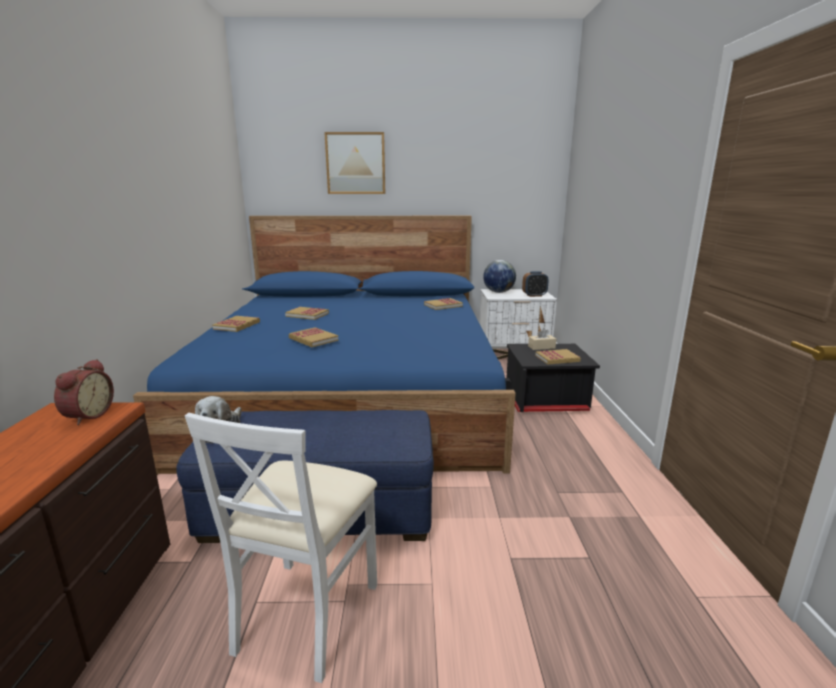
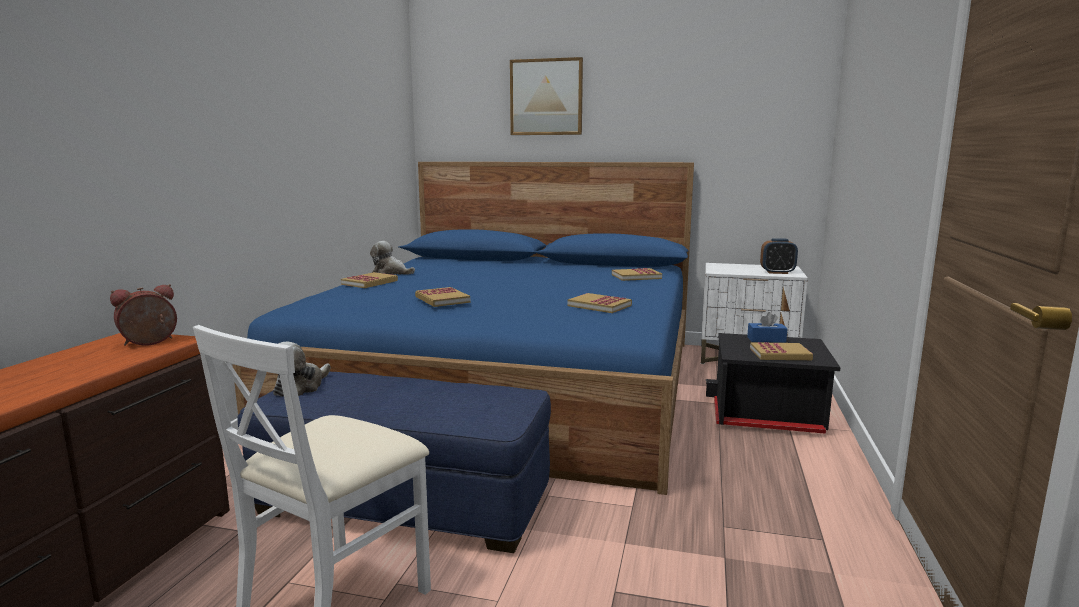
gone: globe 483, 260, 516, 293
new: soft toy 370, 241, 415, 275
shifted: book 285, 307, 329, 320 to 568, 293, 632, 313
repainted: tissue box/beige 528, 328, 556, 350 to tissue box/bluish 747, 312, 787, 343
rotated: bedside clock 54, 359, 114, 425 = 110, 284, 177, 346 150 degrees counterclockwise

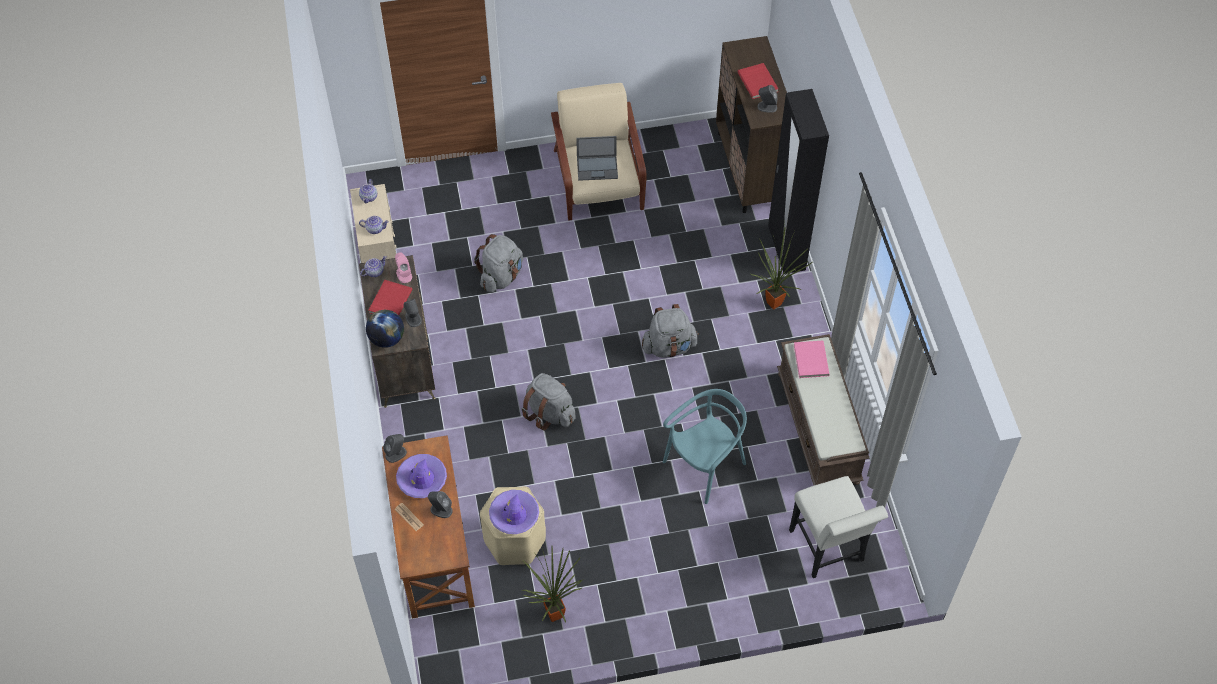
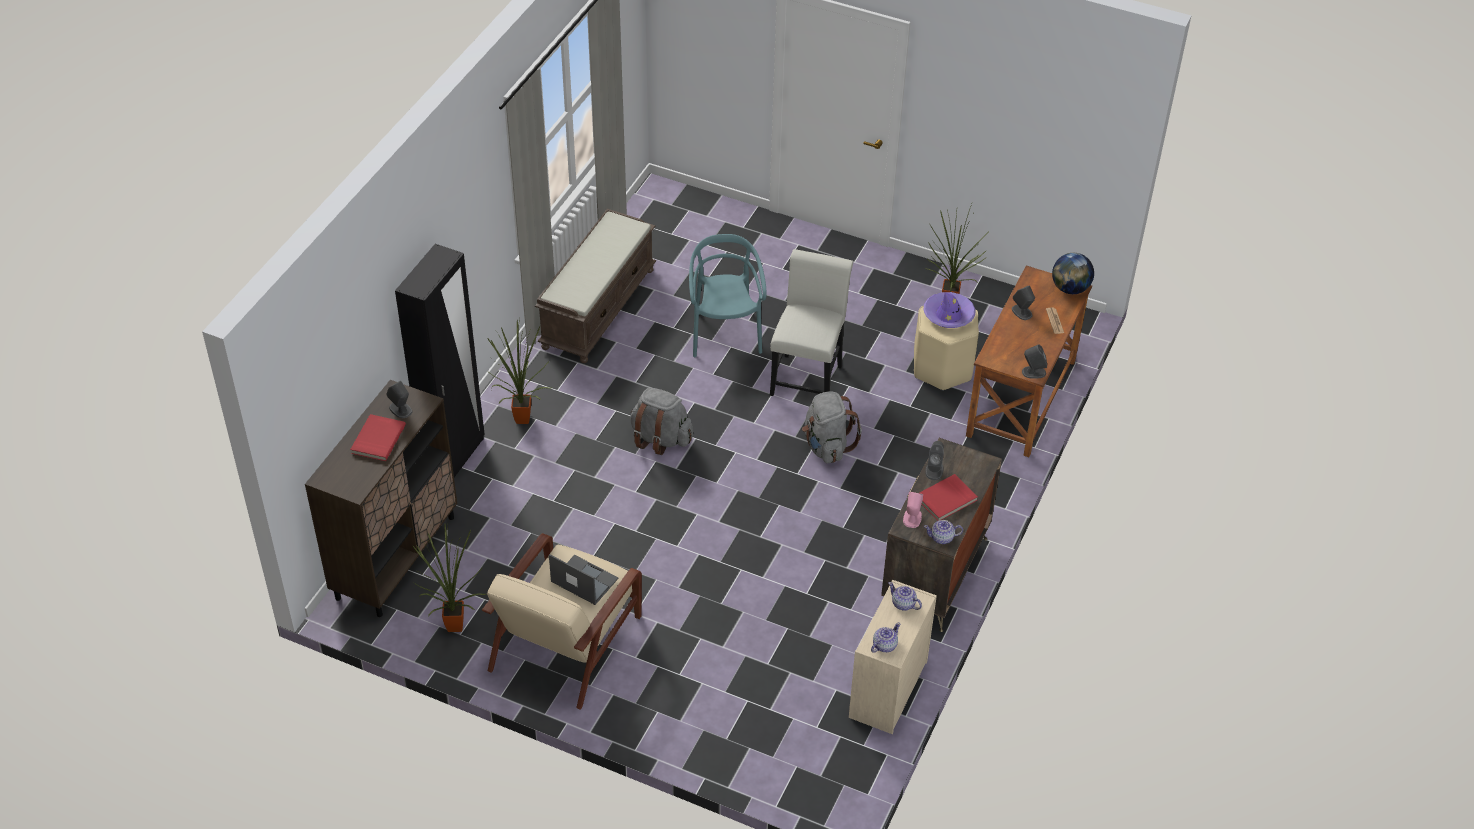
gone: clothing hat/purplish 396, 454, 447, 498; knapsack/gray 474, 234, 523, 293; book/pinkish 794, 341, 830, 378
new: potted plant 412, 524, 486, 632
shifted: plain chair/white 789, 476, 888, 578 to 770, 249, 853, 396; globe 366, 310, 404, 348 to 1052, 253, 1094, 294
rotated: plain chair/turquoise-coloured 663, 389, 747, 504 = 689, 234, 767, 357 90 degrees clockwise

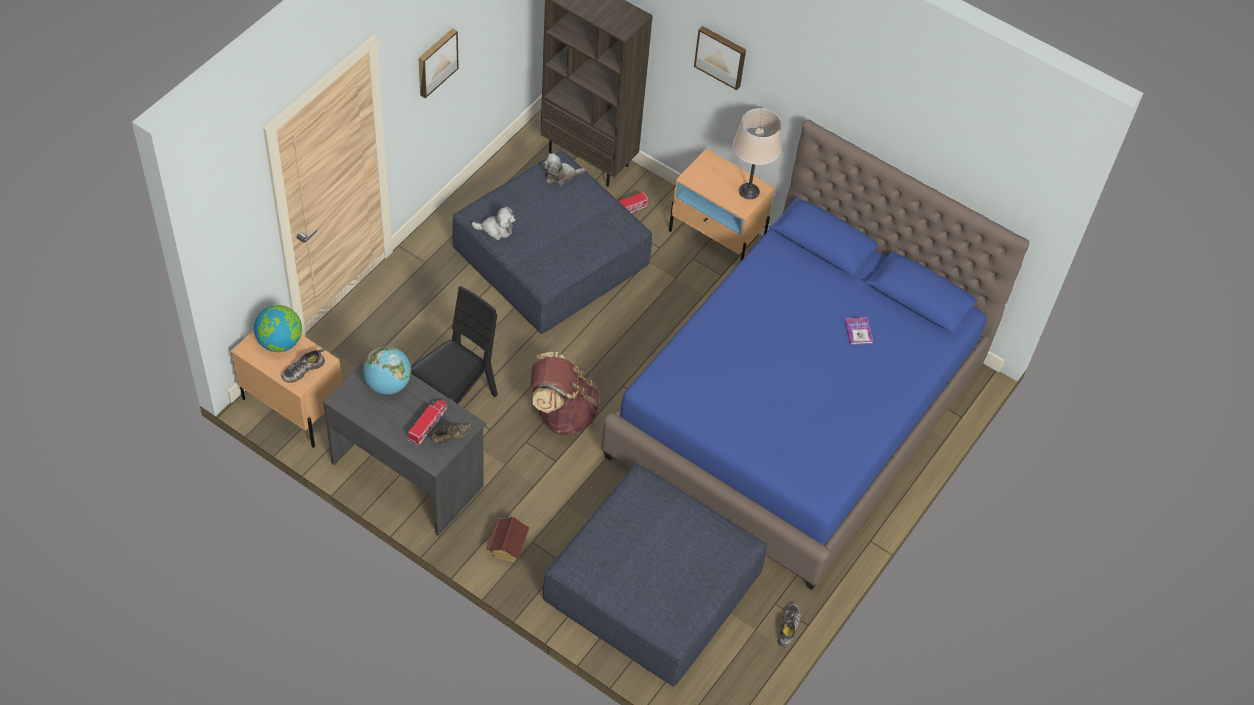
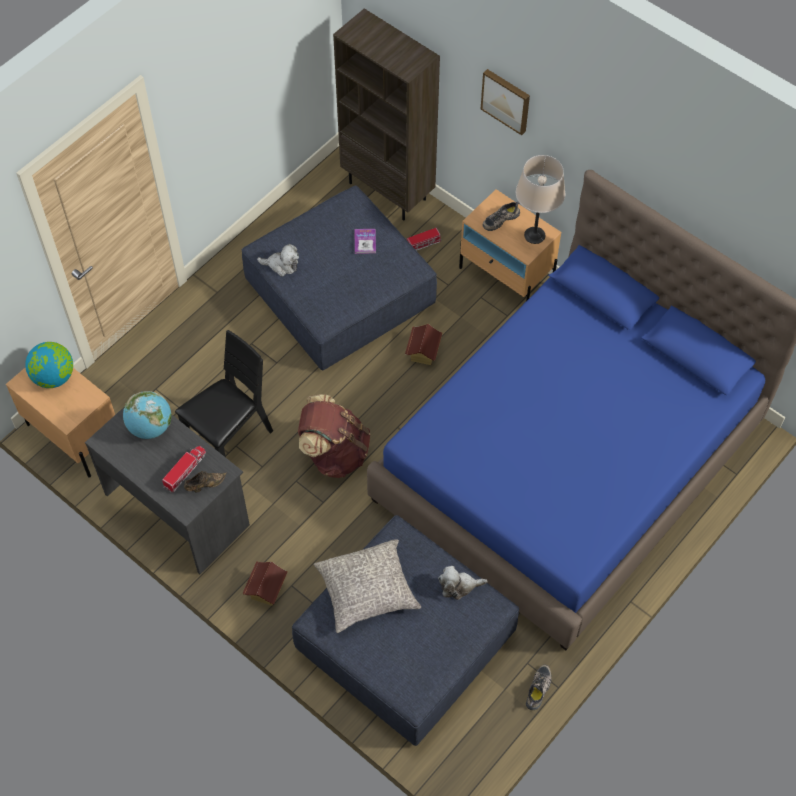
gone: picture 418, 28, 459, 98
new: throw pillow/gray 314, 539, 421, 633; miniature house 405, 324, 443, 365
shifted: book 845, 317, 873, 345 to 355, 229, 376, 254; soft toy 543, 154, 585, 185 to 438, 566, 488, 600; shoe 281, 349, 325, 383 to 483, 202, 520, 231

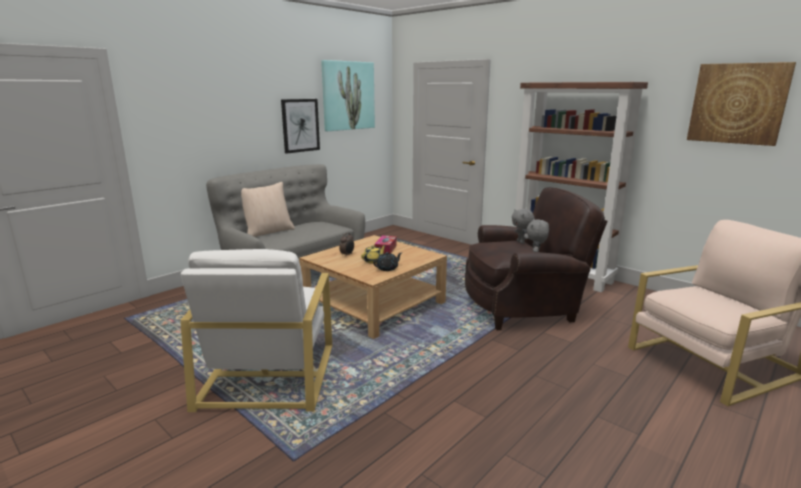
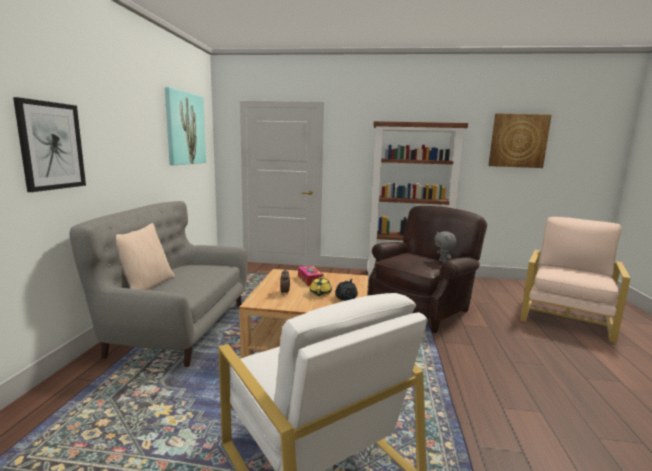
gone: soft toy/gray 512, 209, 535, 244
shifted: picture 281, 99, 320, 154 to 13, 97, 86, 192

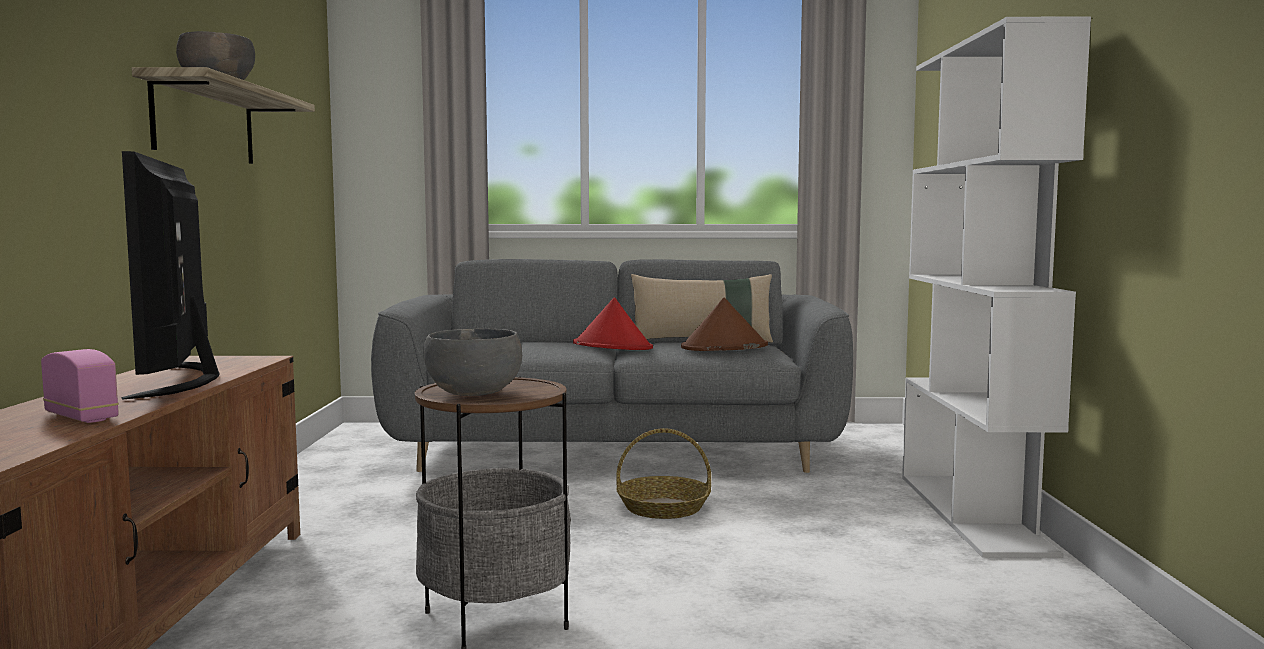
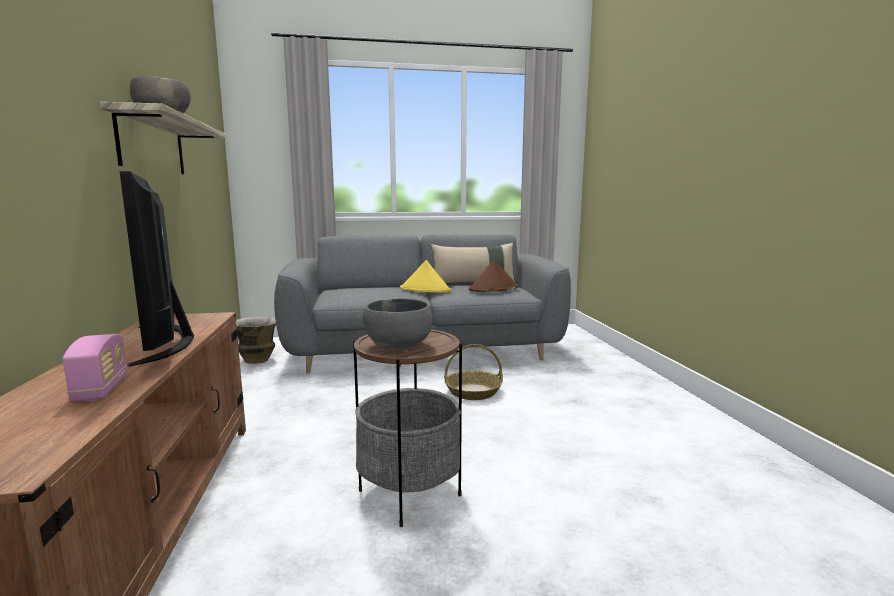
gone: shelving unit/white 902, 17, 1091, 558
new: flower vase 236, 317, 276, 364
repainted: clothing hat/red-coloured 573, 298, 653, 350 to clothing hat/yellowish 400, 260, 451, 293
rotated: radio set 41, 349, 119, 423 = 63, 334, 127, 402 45 degrees clockwise

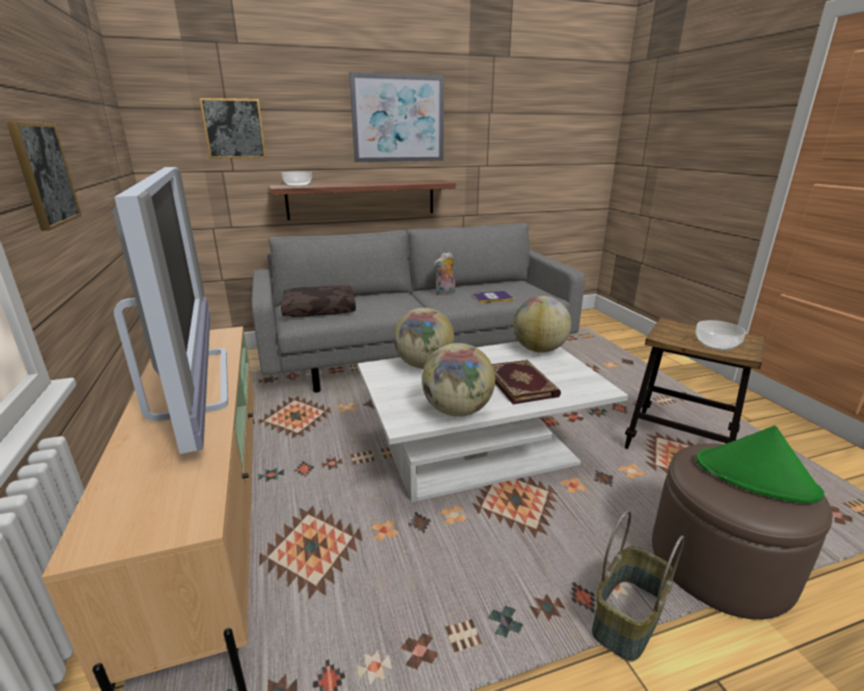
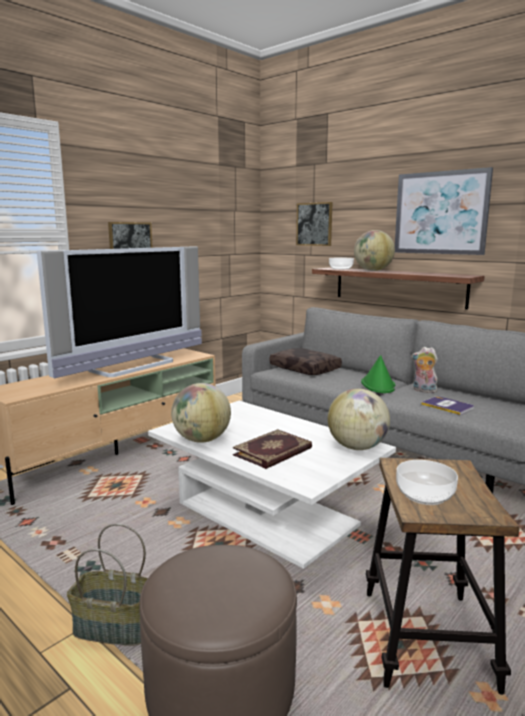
shifted: globe 394, 308, 455, 369 to 354, 230, 395, 271; clothing hat/greenish 696, 425, 825, 503 to 361, 355, 395, 393

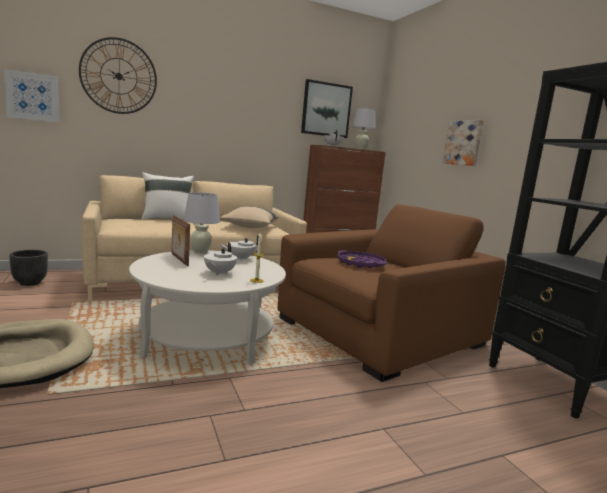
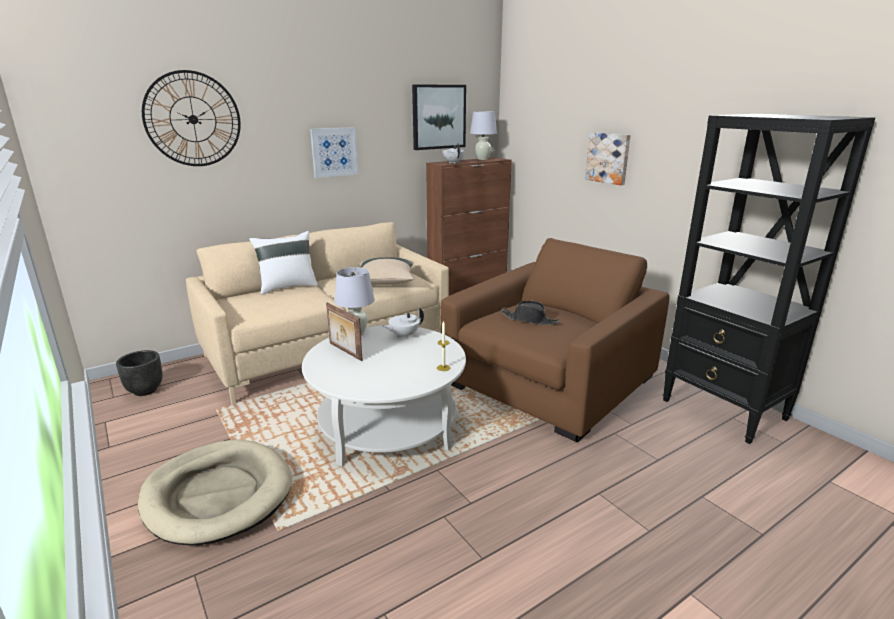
gone: teapot/white 204, 242, 237, 276
shifted: picture 4, 69, 59, 123 to 310, 127, 358, 178
swapped: carrying tray/purplish 337, 251, 388, 268 to clothing hat/blackish 501, 301, 560, 325

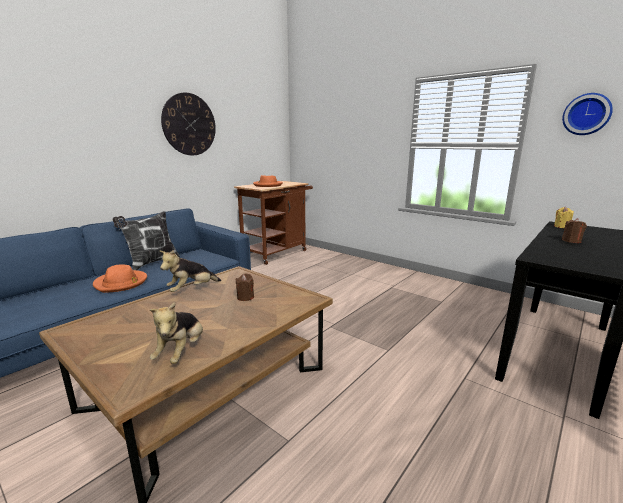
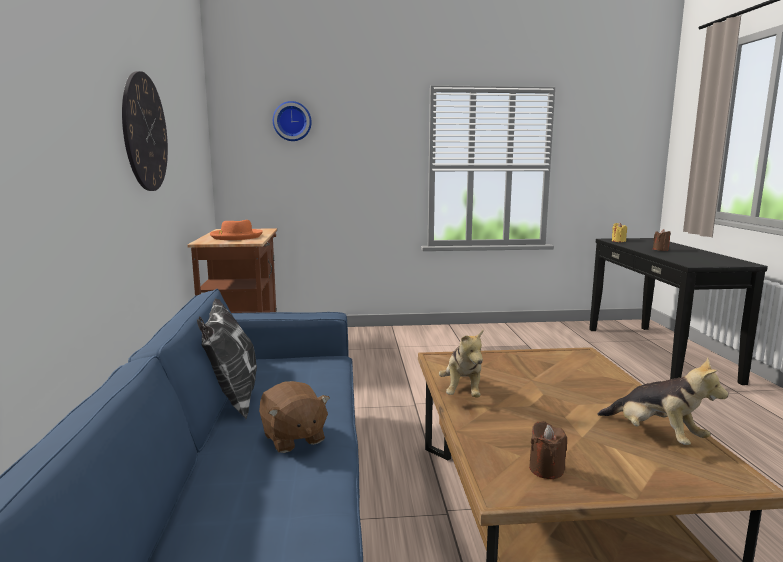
shifted: hanging clock 562, 93, 613, 135 to 273, 101, 312, 141; wax candle/brown 235, 273, 254, 301 to 529, 421, 567, 479
swapped: clothing hat/orangey 93, 265, 147, 293 to soft toy/brown 259, 381, 330, 453

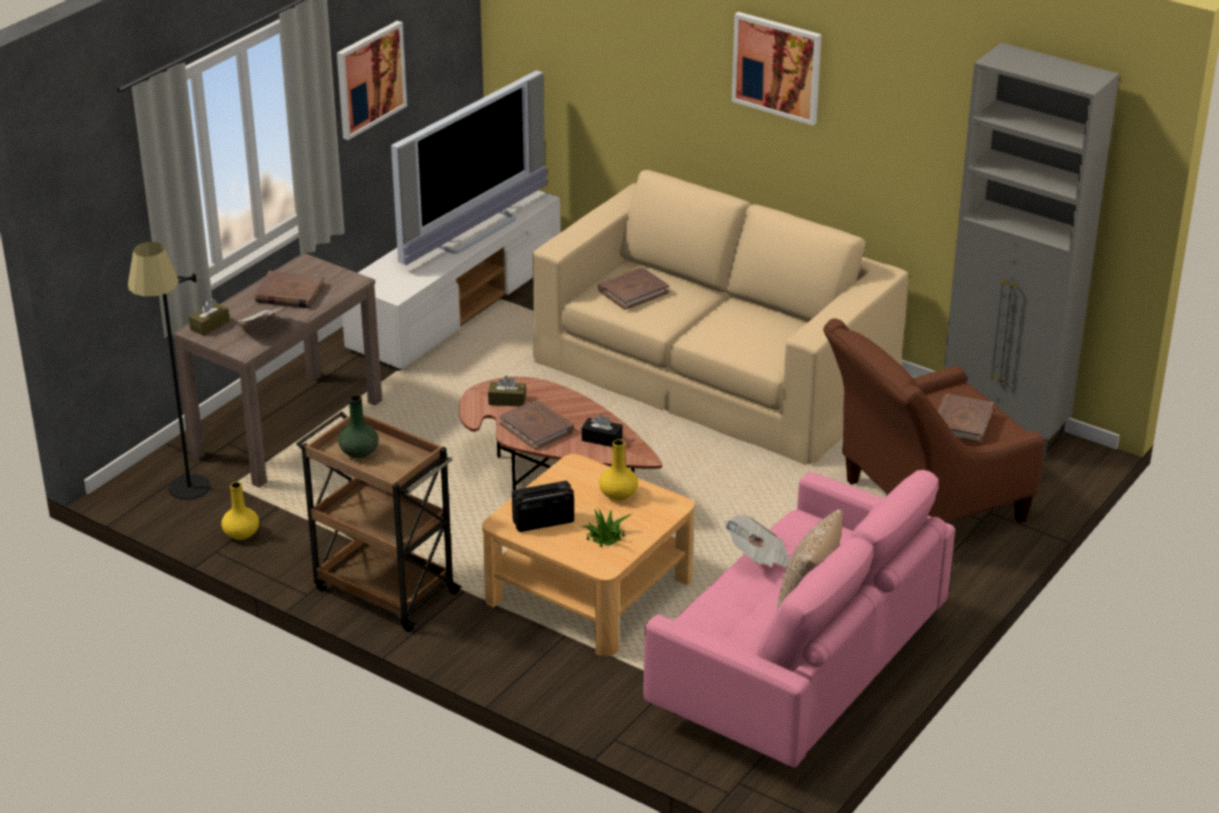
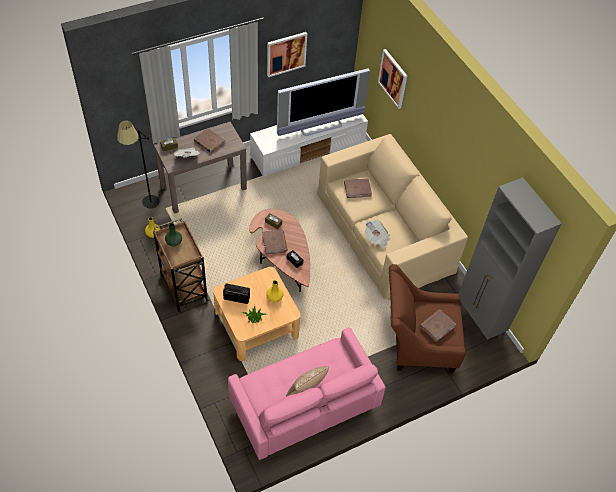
shifted: printed paper 724, 515, 790, 567 to 365, 220, 390, 248; picture 732, 12, 822, 126 to 378, 49, 407, 109

